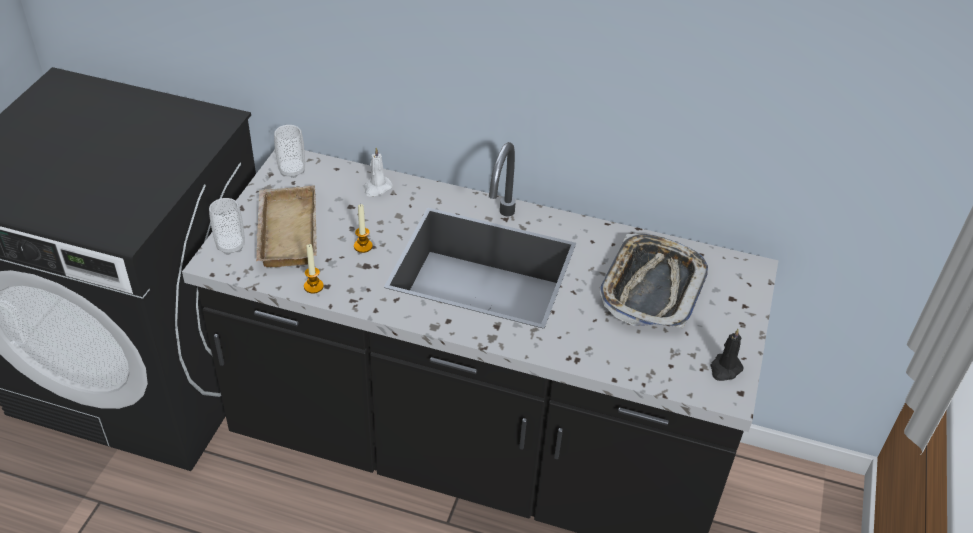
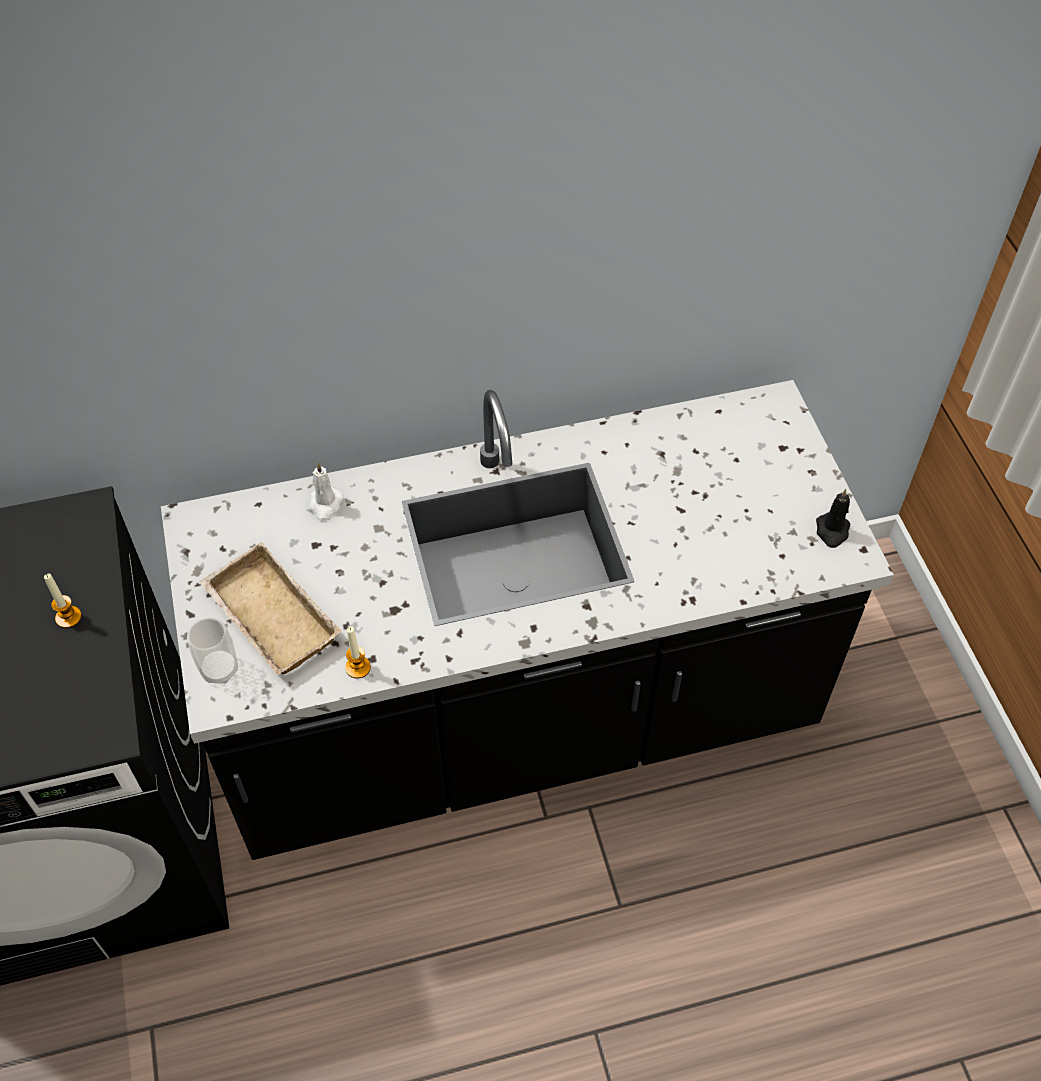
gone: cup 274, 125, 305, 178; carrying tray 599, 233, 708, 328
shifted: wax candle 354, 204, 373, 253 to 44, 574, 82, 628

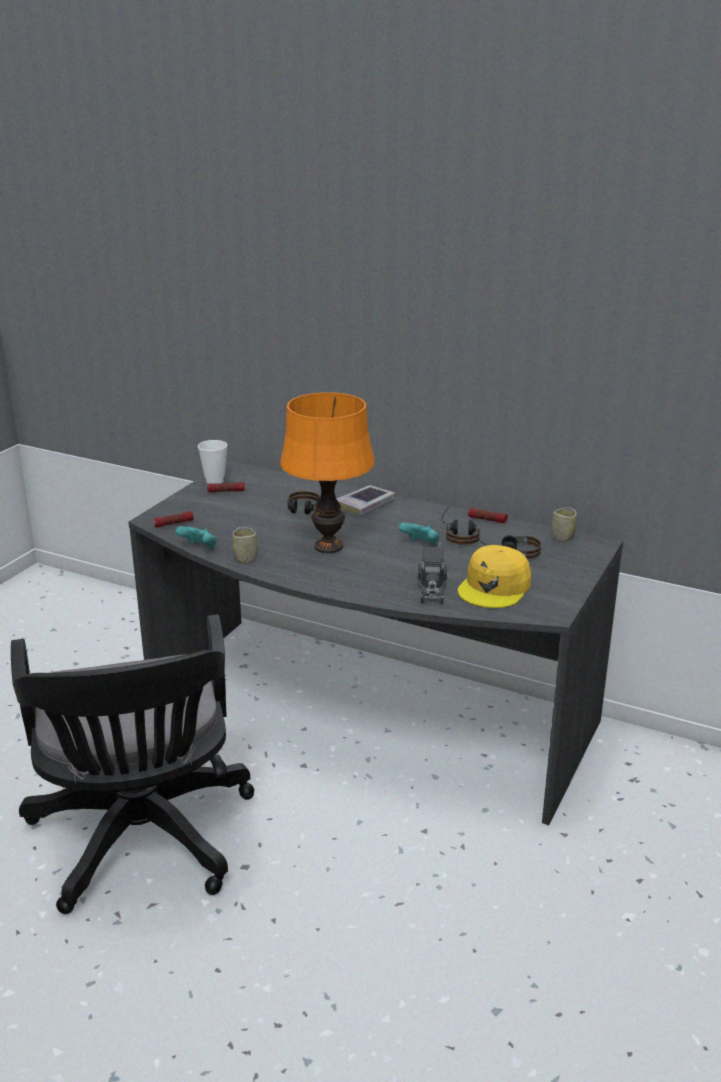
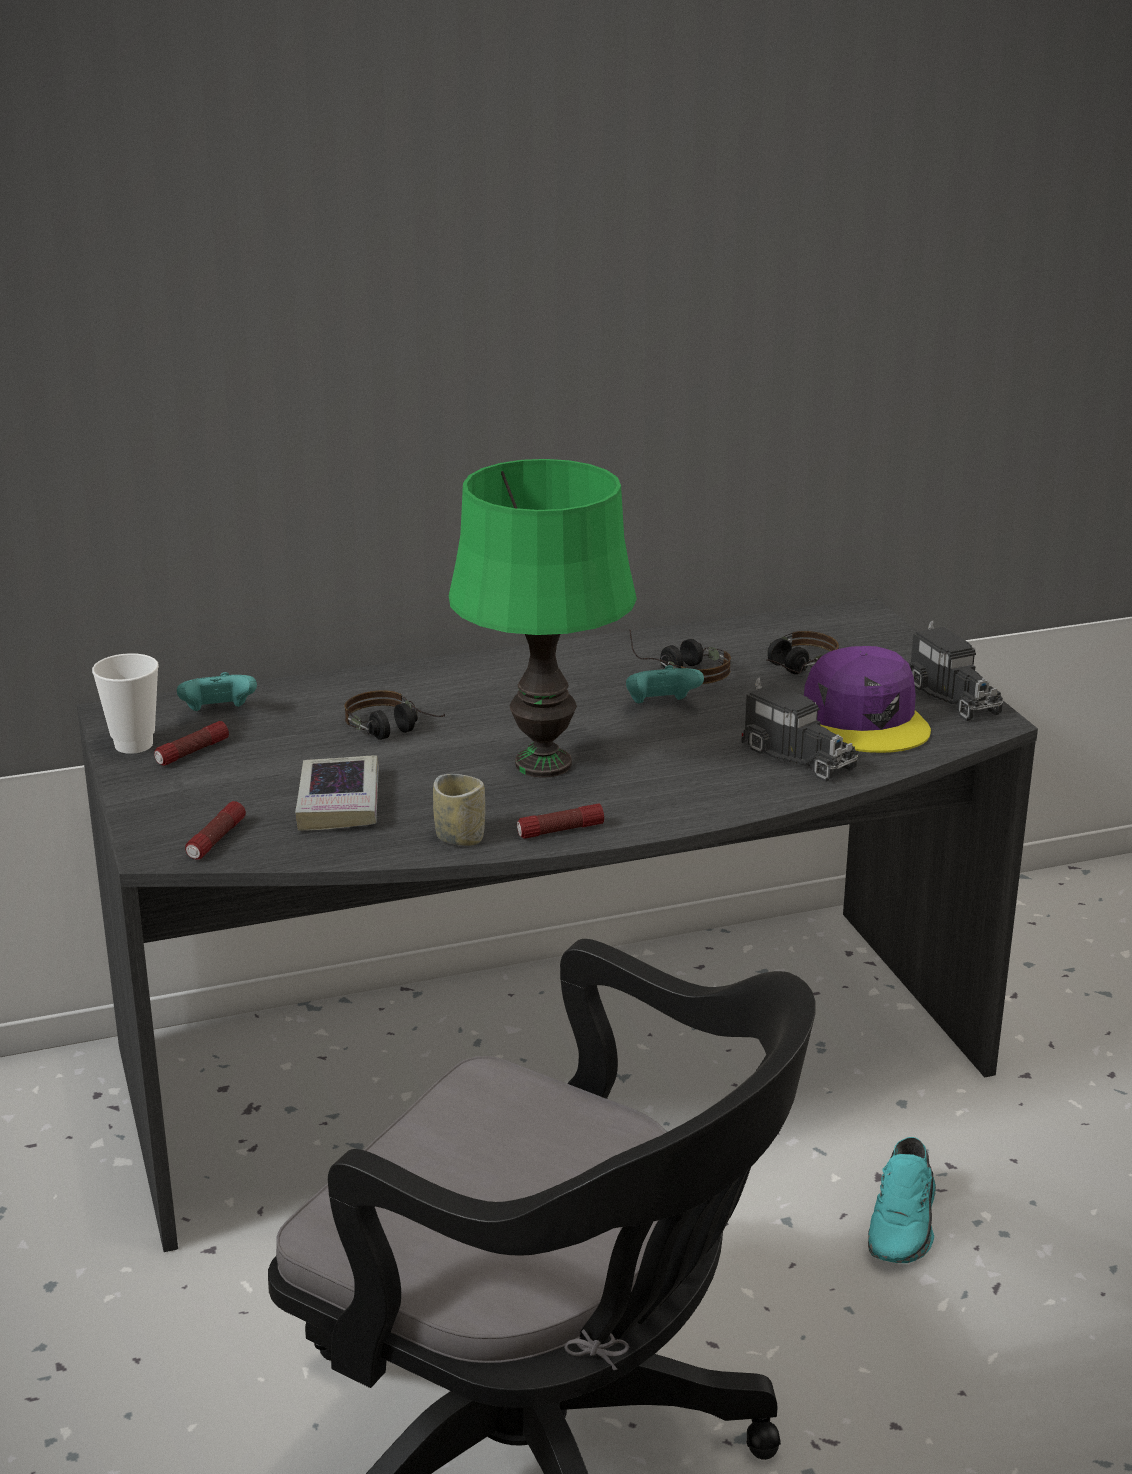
gone: cup 552, 507, 577, 542
new: shoe/turquoise-coloured 868, 1137, 936, 1263; toy lorry 909, 621, 1004, 721
shifted: gamepad/turquoise-coloured 175, 526, 217, 549 to 177, 672, 257, 711; book 336, 485, 395, 515 to 295, 755, 379, 831; hand torch 468, 508, 508, 523 to 517, 803, 604, 839
repainted: table lamp/orangey 280, 392, 375, 553 to table lamp/greenish 449, 459, 637, 778; baseball cap/yellowish 458, 545, 531, 608 to baseball cap/purplish 804, 646, 931, 753

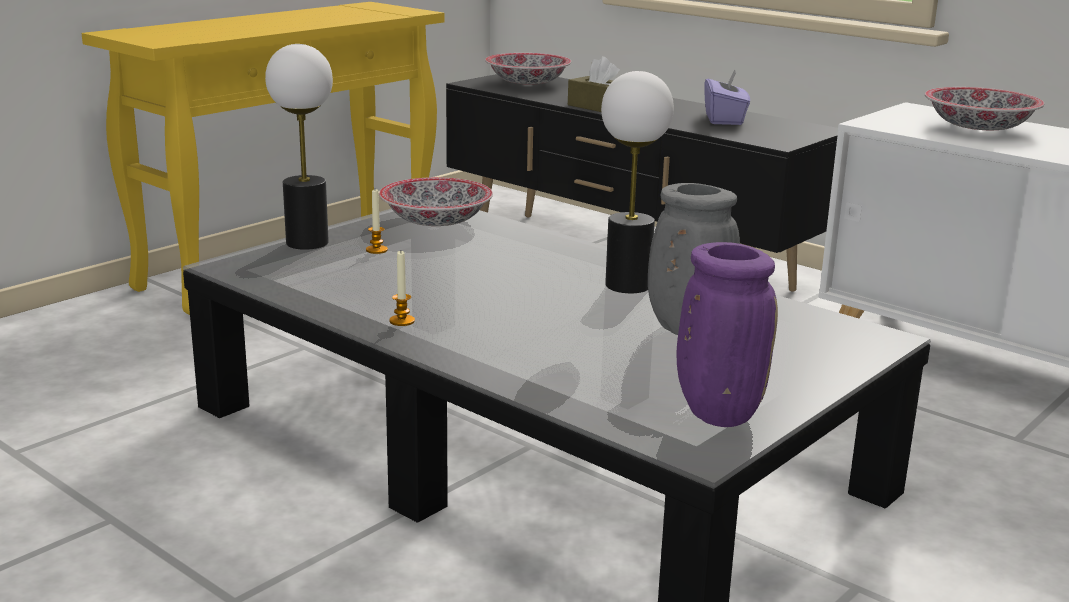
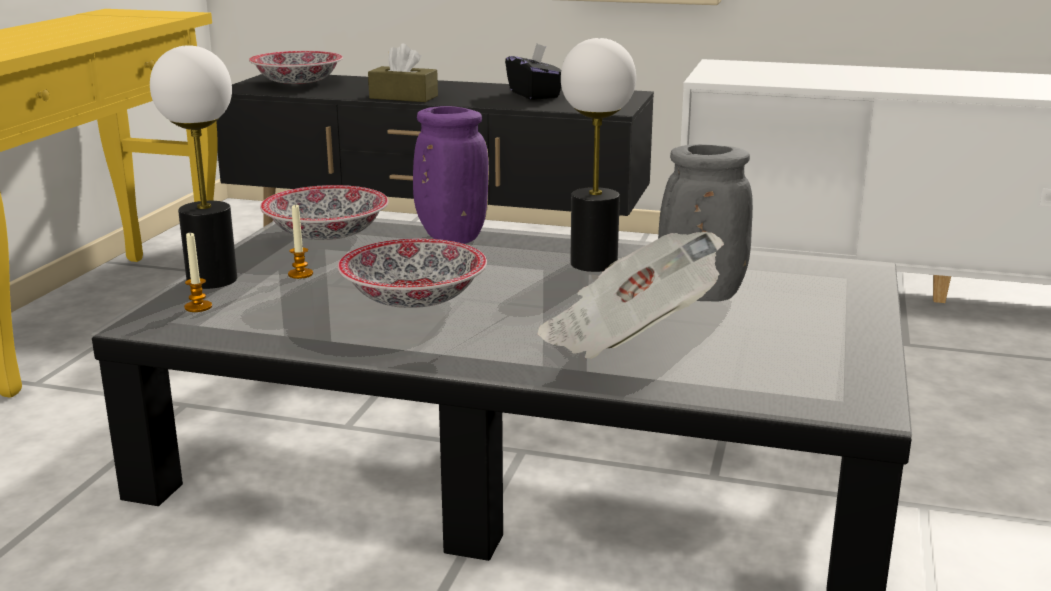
new: printed paper 538, 232, 724, 359
shifted: wax candle 389, 251, 415, 326 to 184, 233, 212, 312; bowl 925, 87, 1044, 130 to 338, 239, 487, 308; flower vase/purplish 677, 242, 778, 427 to 413, 106, 489, 244
repainted: tissue box/purplish 705, 69, 750, 125 to tissue box/blackish 505, 43, 561, 100

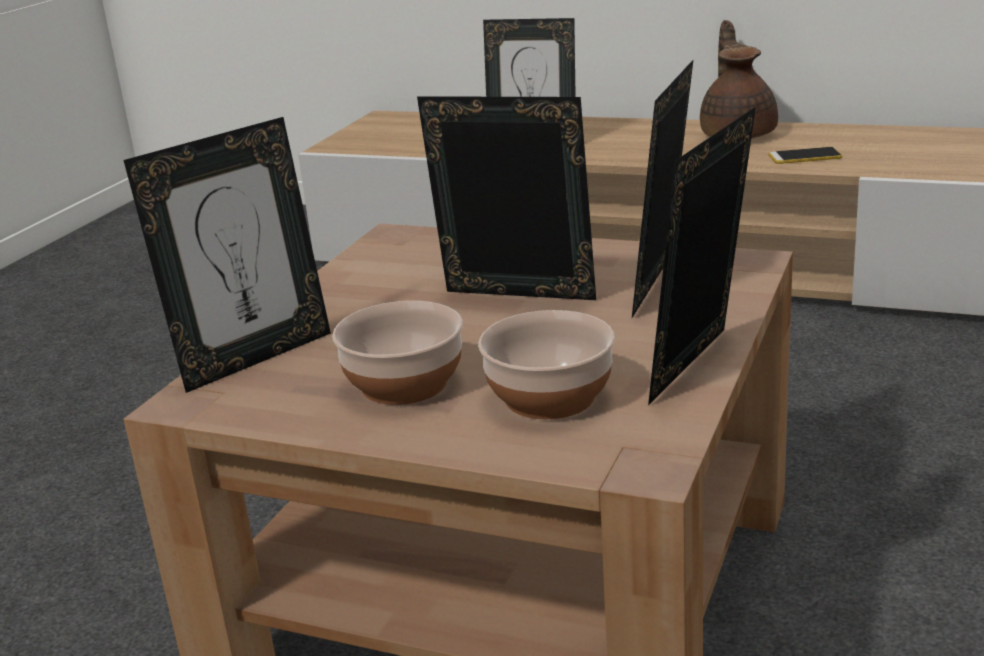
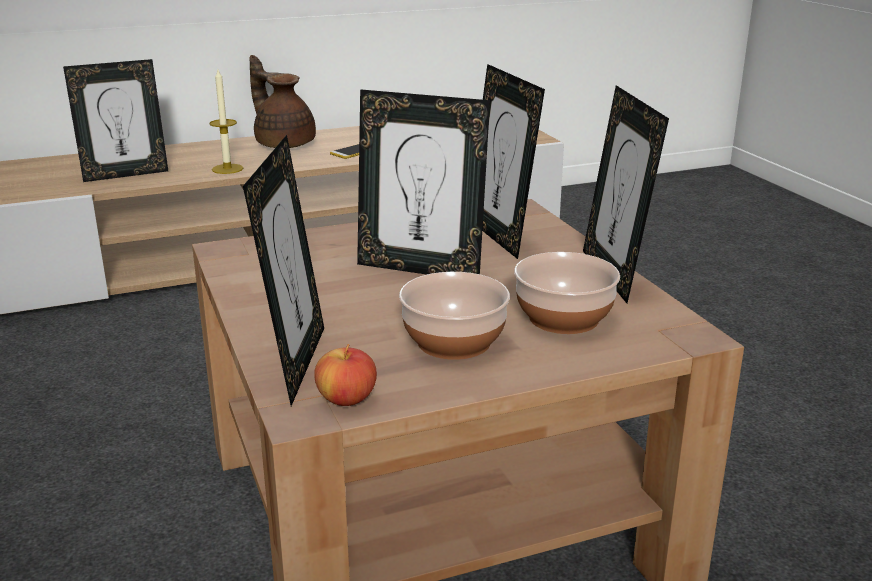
new: wax candle 209, 70, 243, 174; whole apple 314, 344, 377, 406
rotated: picture frame 417, 96, 596, 300 = 357, 89, 490, 275 135 degrees counterclockwise

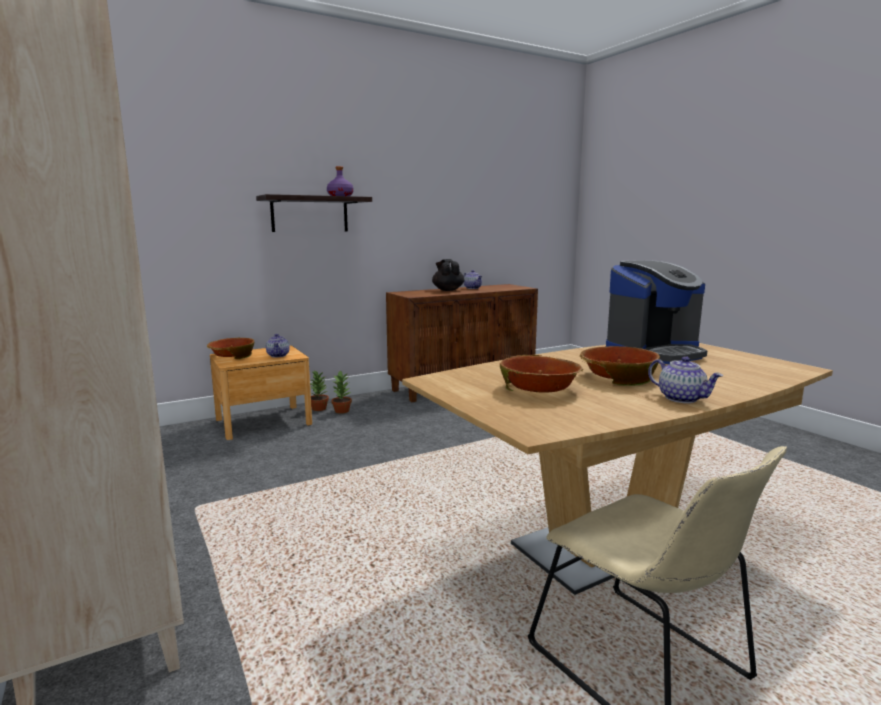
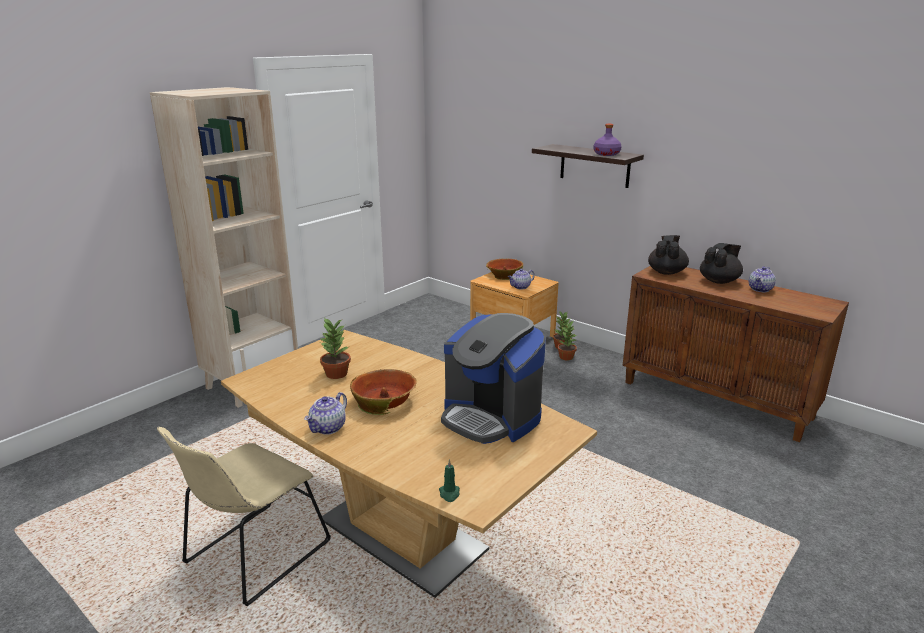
new: wax candle/greenish 439, 459, 460, 502; teapot/blackish 648, 235, 689, 275
swapped: bowl 500, 355, 583, 392 to potted plant 319, 319, 351, 379

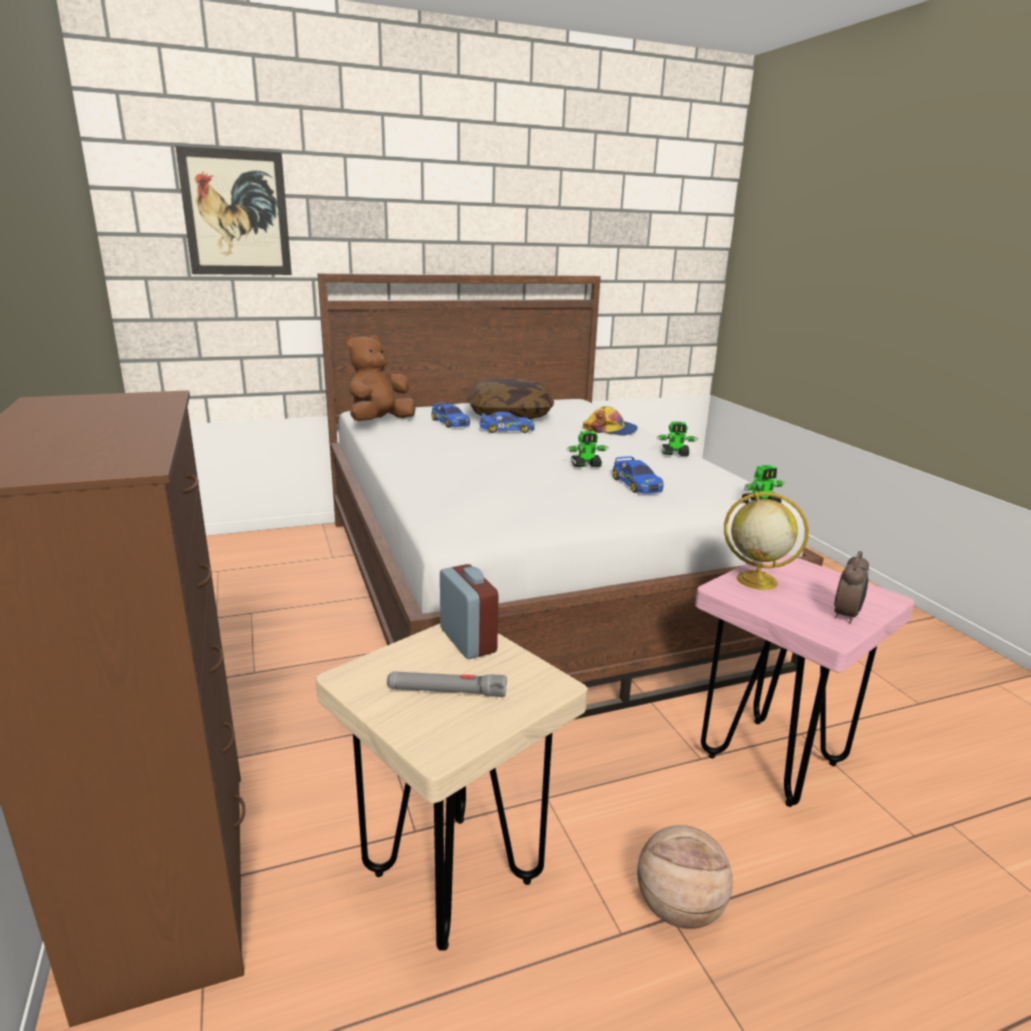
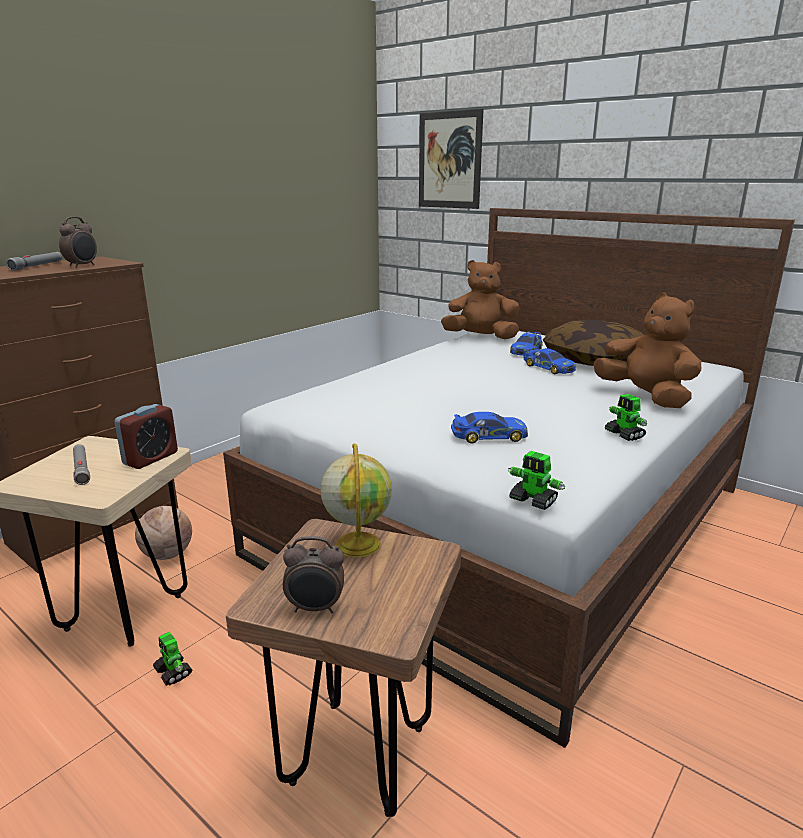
new: hand torch/gray 6, 252, 62, 271; bedside clock 59, 217, 97, 268
shifted: basketball 637, 825, 733, 929 to 135, 506, 192, 560; model robot 567, 431, 609, 467 to 153, 632, 192, 686
swapped: baseball cap 583, 406, 638, 436 to soft toy/brown 593, 292, 701, 408
repainted: stool/pinkish 695, 554, 915, 807 to stool/brown 226, 519, 461, 817
rotated: toy car 612, 456, 664, 494 = 451, 412, 528, 444 135 degrees counterclockwise

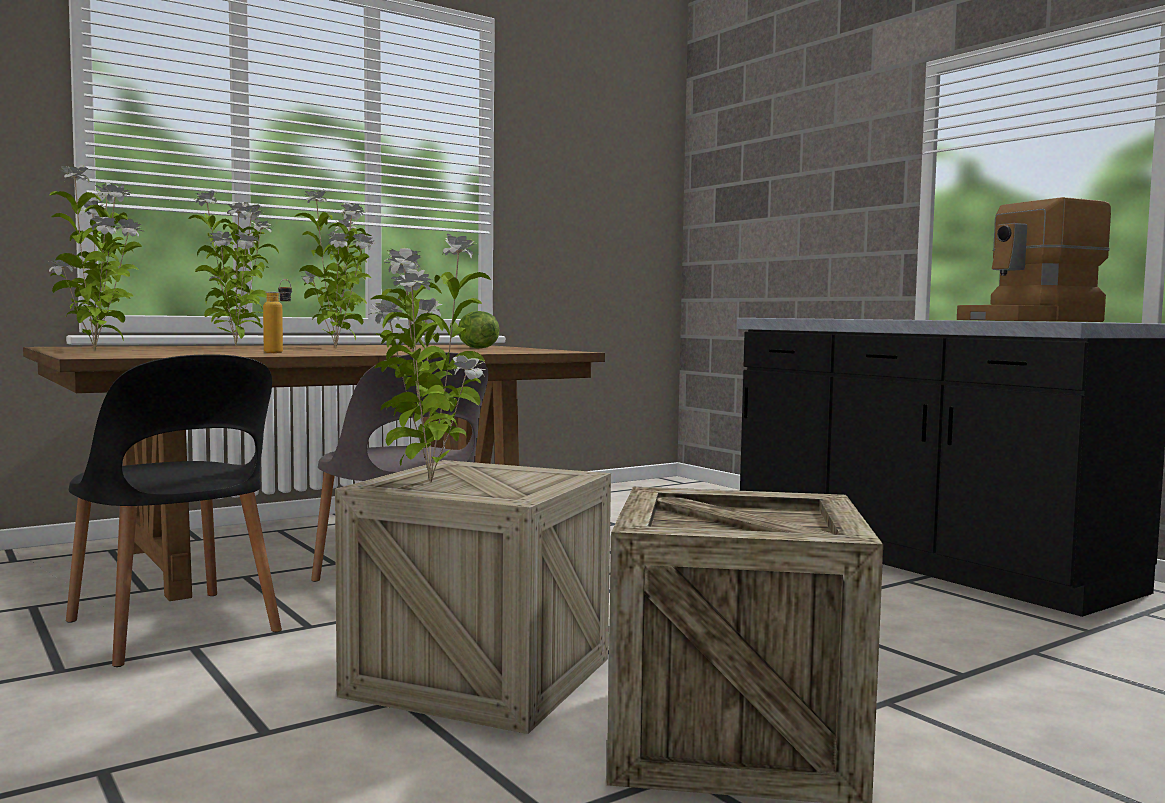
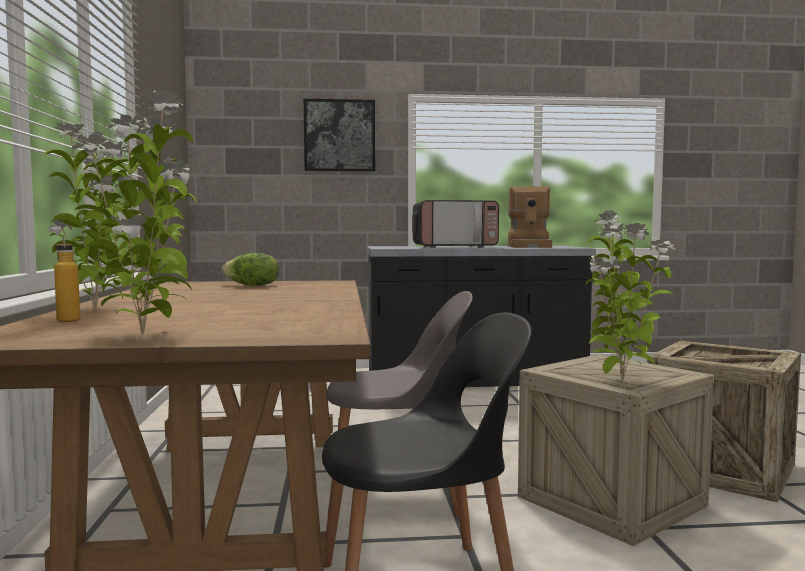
gone: potted plant 295, 189, 376, 348
new: picture 304, 99, 375, 172; kitchen microwave 412, 200, 499, 248
shifted: bottle 263, 279, 292, 353 to 54, 235, 80, 322

